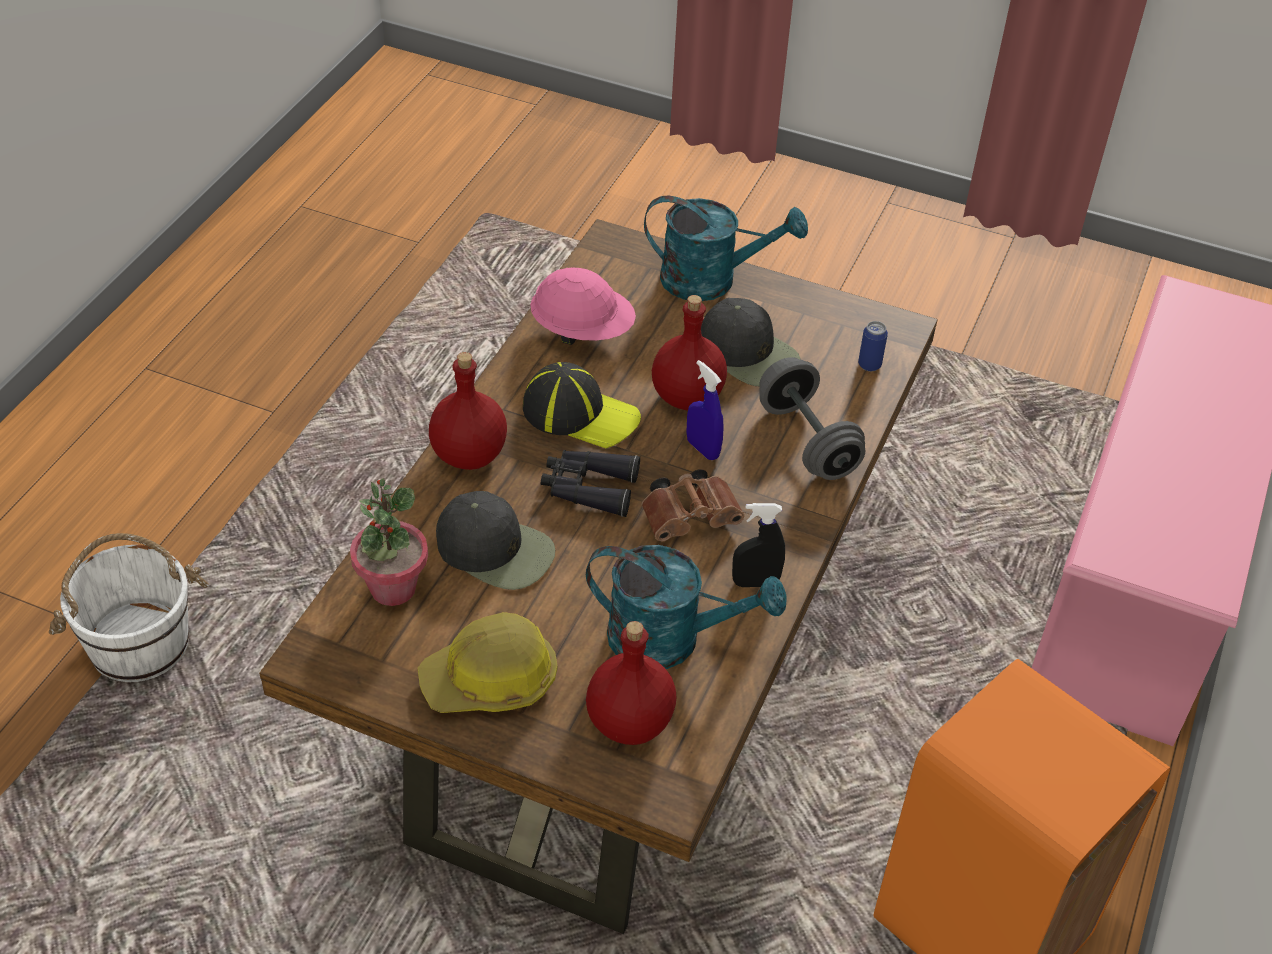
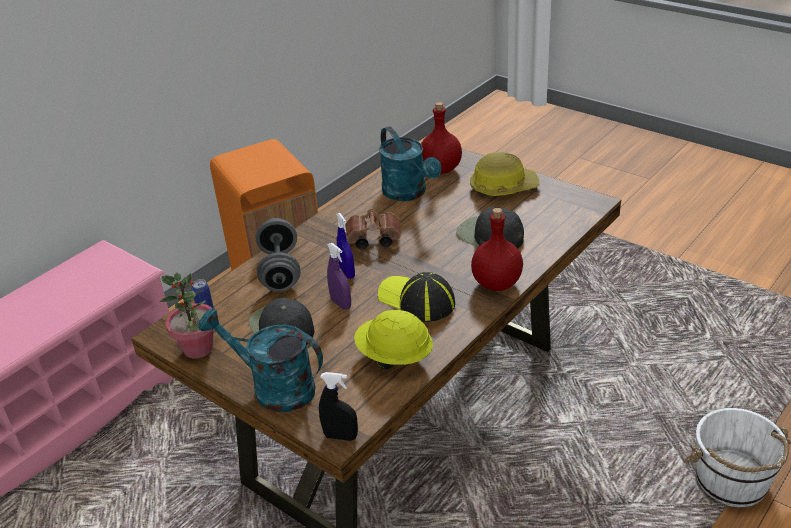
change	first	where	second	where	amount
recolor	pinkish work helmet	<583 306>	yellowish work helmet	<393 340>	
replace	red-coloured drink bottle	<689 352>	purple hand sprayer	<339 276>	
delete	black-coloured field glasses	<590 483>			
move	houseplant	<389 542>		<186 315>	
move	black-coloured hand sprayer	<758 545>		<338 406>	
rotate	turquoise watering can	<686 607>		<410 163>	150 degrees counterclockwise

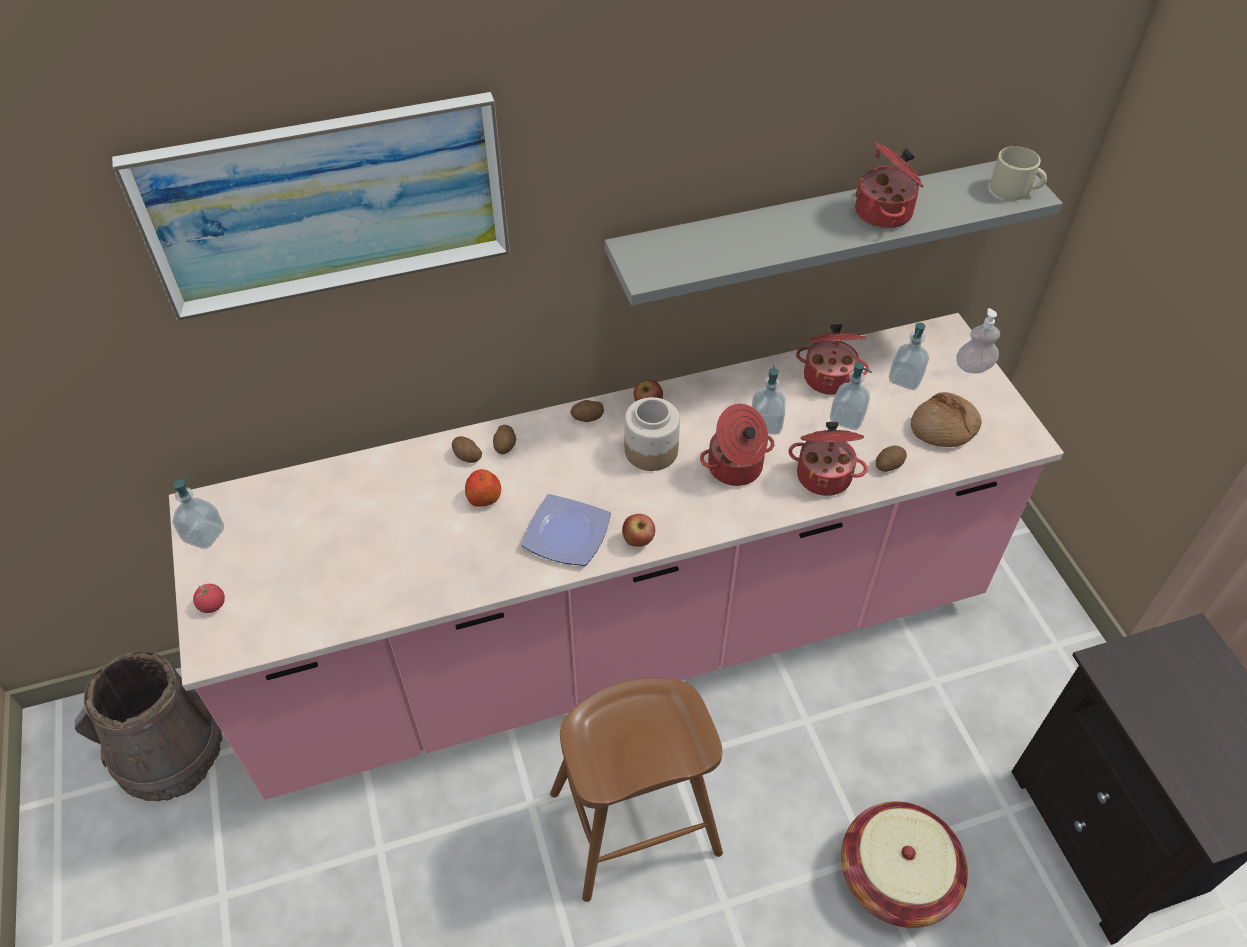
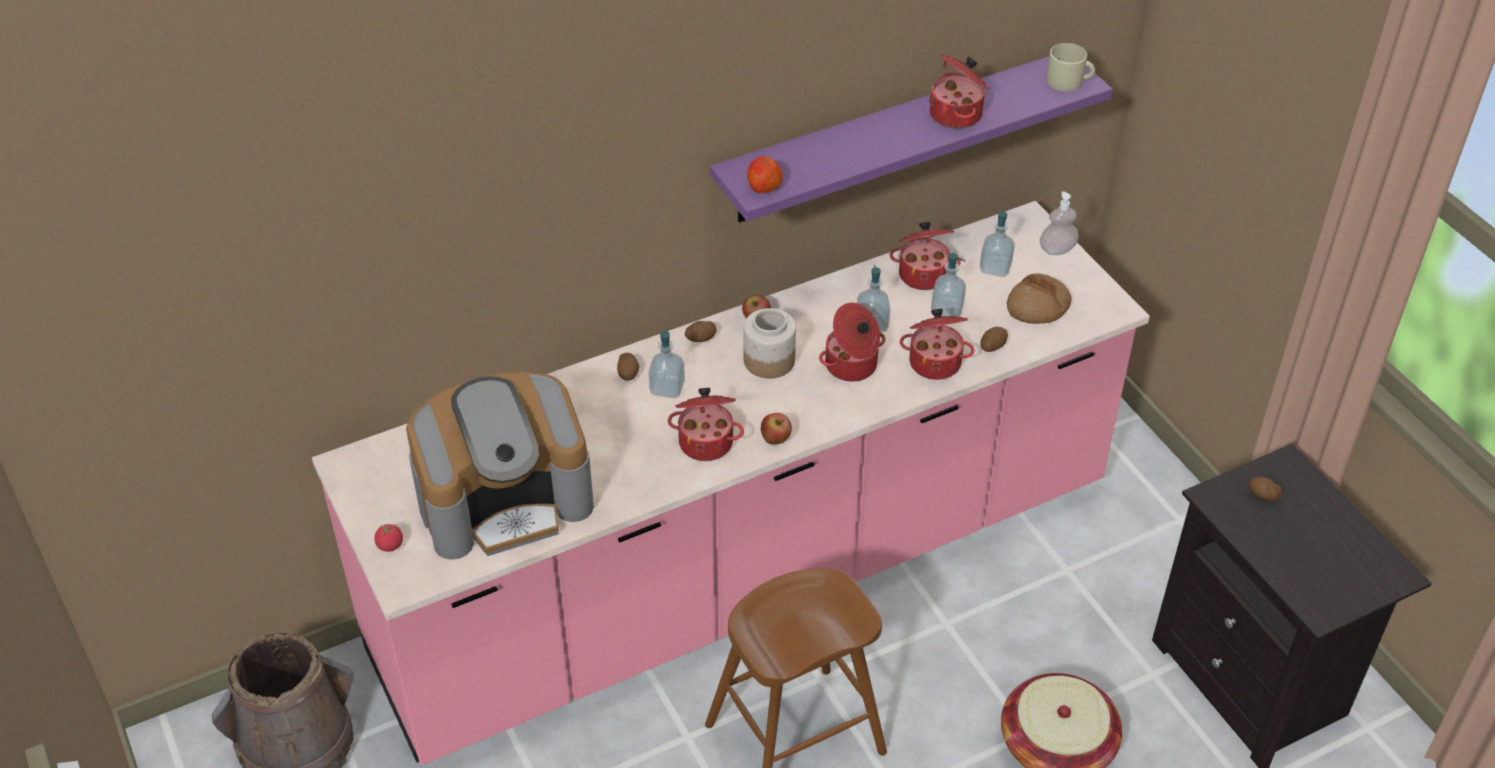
change	first	where	second	where	amount
delete	wall picture	<311 206>			
recolor	greyish bracket shelf	<834 233>	purple bracket shelf	<911 139>	
move	potato	<467 449>		<1265 489>	
move	apple	<483 488>		<765 174>	
move	soap dispenser	<198 512>		<667 363>	
replace	dinner plate	<566 530>	saucepot	<706 424>	
insert			coffee machine	<500 466>	

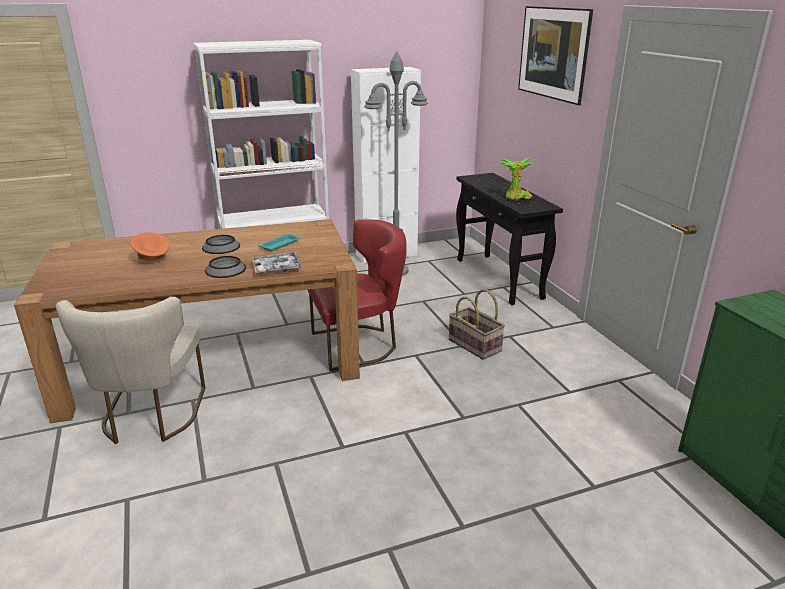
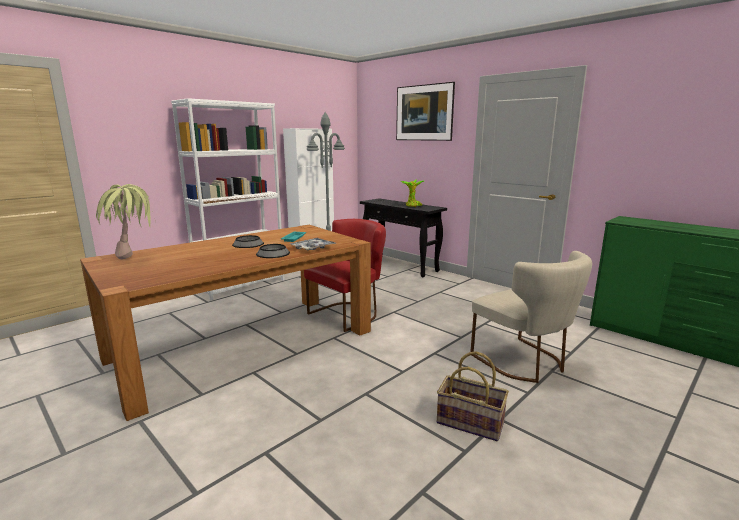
change	first	where	second	where	amount
delete	orange-coloured deep dish	<149 247>			
move	basket	<477 324>		<473 396>	
move	beige upright chair	<130 370>		<531 317>	
insert			houseplant	<124 221>	

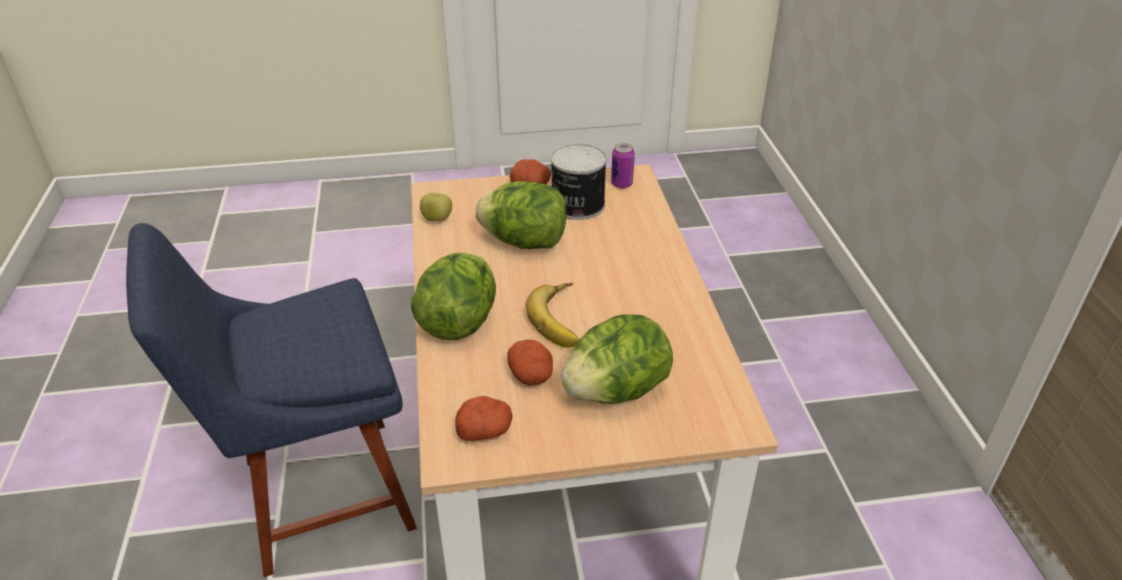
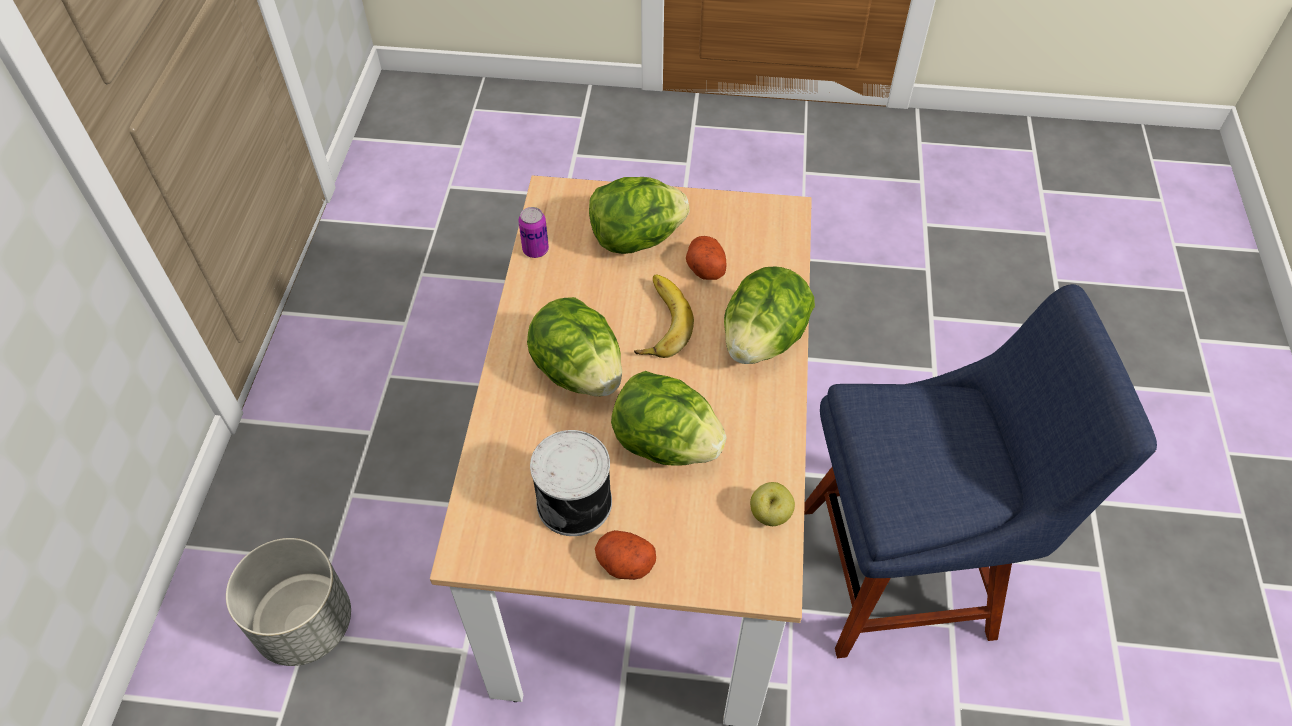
change	first	where	second	where	amount
move	metal can	<623 166>		<533 232>	
delete	potato	<484 418>			
insert			head of lettuce	<574 347>	
insert			greyish planter	<288 602>	

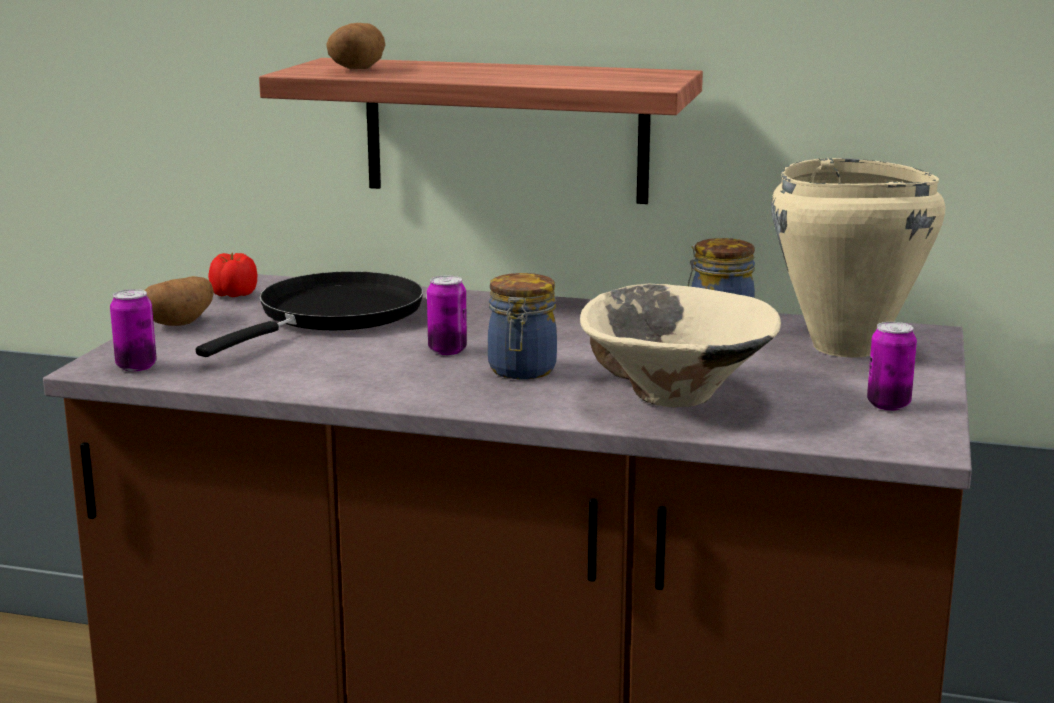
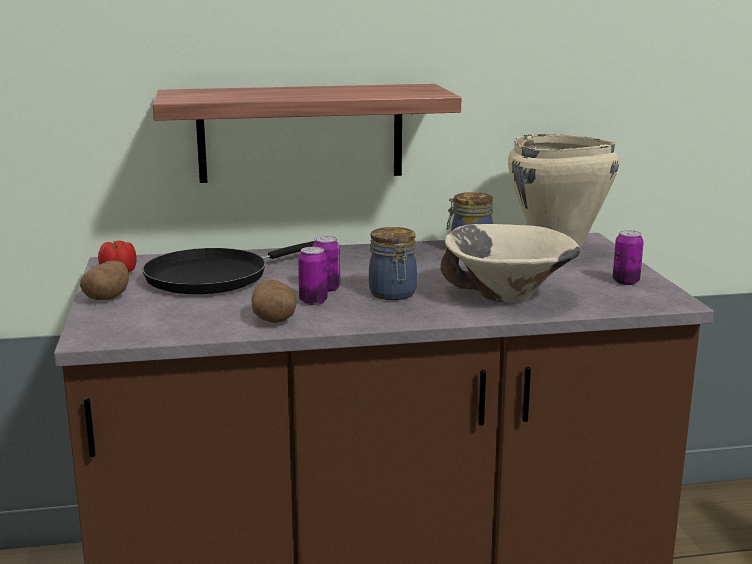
change	first	where	second	where	amount
move	potato	<355 46>		<273 301>	
rotate	black-coloured frying pan	<309 314>		<228 267>	135 degrees counterclockwise
move	metal can	<133 330>		<313 276>	

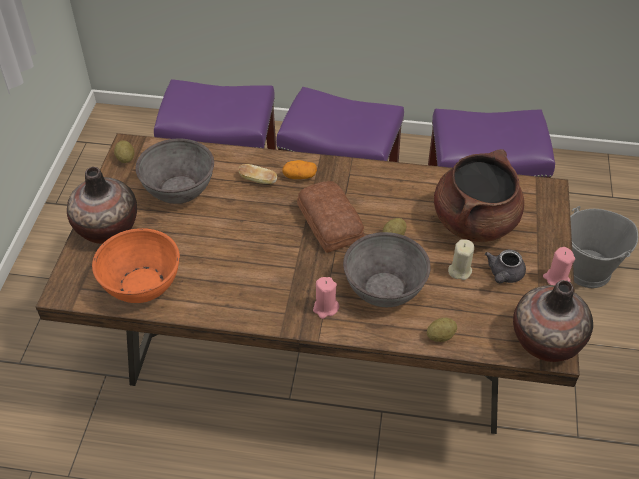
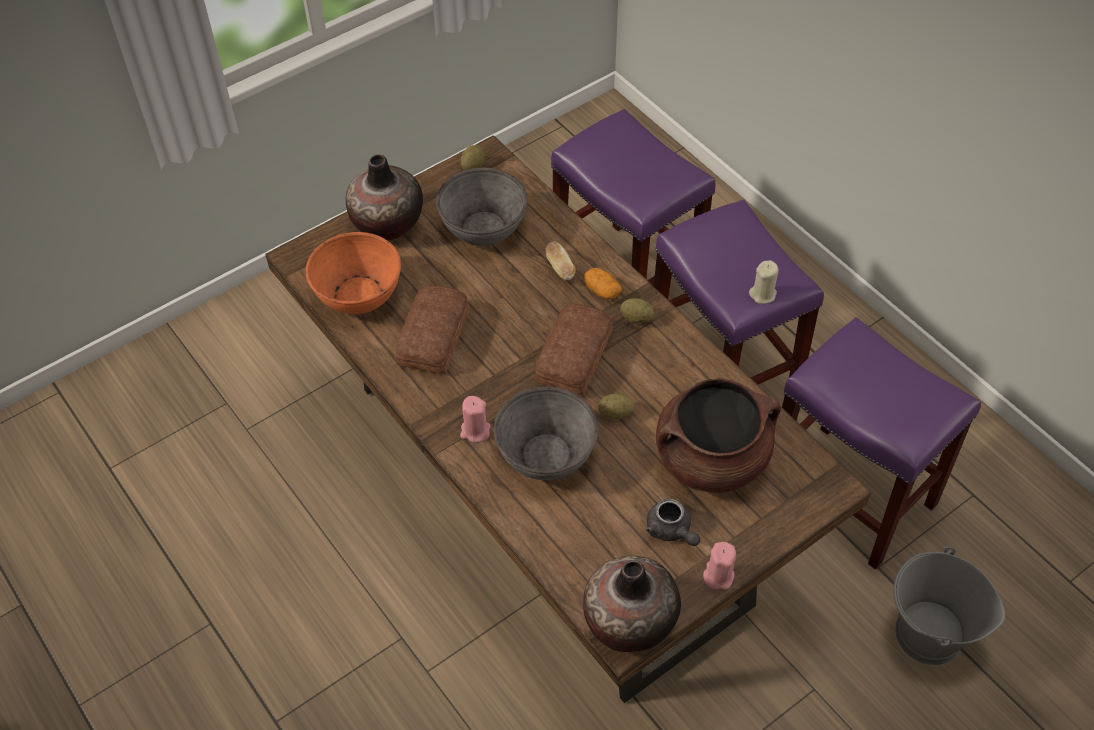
change	first	where	second	where	amount
move	beige wax light	<461 259>		<764 282>	
rotate	greyish pot for tea	<505 267>		<673 522>	105 degrees counterclockwise
move	potato	<442 330>		<637 310>	
insert			baked bread	<432 329>	

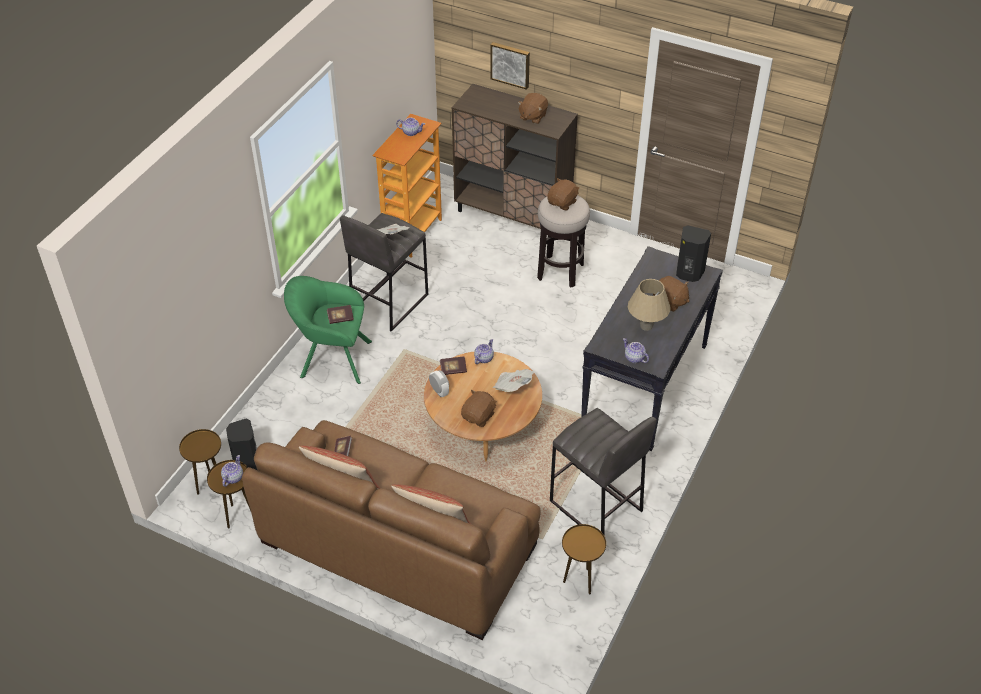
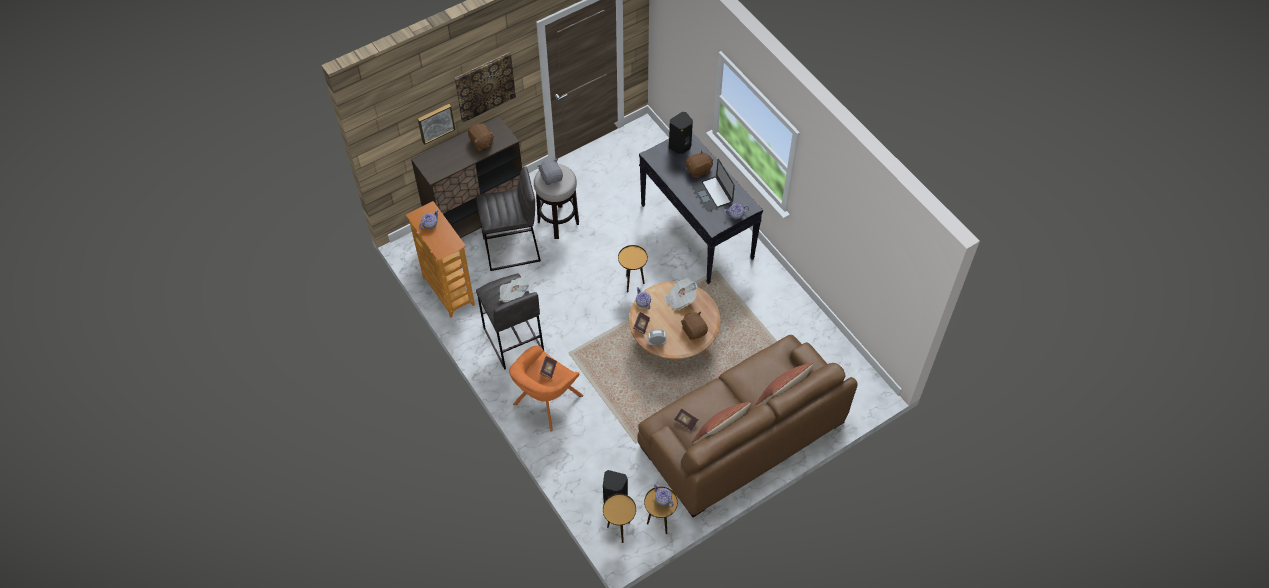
change	first	where	second	where	amount
recolor	brown plush toy	<563 194>	greyish plush toy	<550 171>	
recolor	green lounge chair	<328 330>	orange-coloured lounge chair	<546 388>	
replace	beige tabletop lamp	<649 305>	notebook computer	<713 185>	
move	greyish sitting stool	<603 471>		<509 219>	
move	brown accent table	<584 559>		<633 268>	
insert			wall picture	<485 87>	

